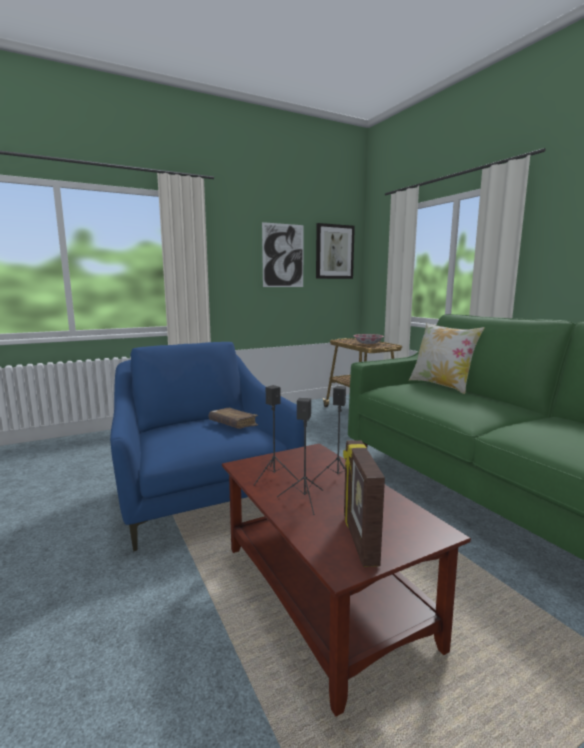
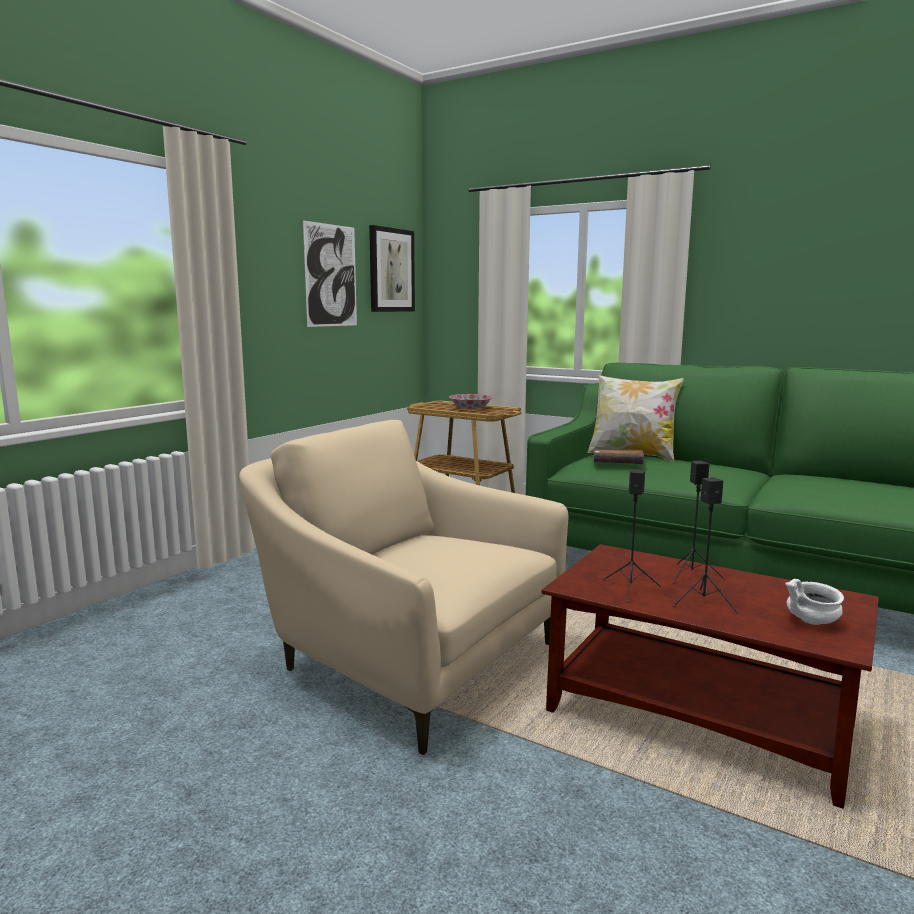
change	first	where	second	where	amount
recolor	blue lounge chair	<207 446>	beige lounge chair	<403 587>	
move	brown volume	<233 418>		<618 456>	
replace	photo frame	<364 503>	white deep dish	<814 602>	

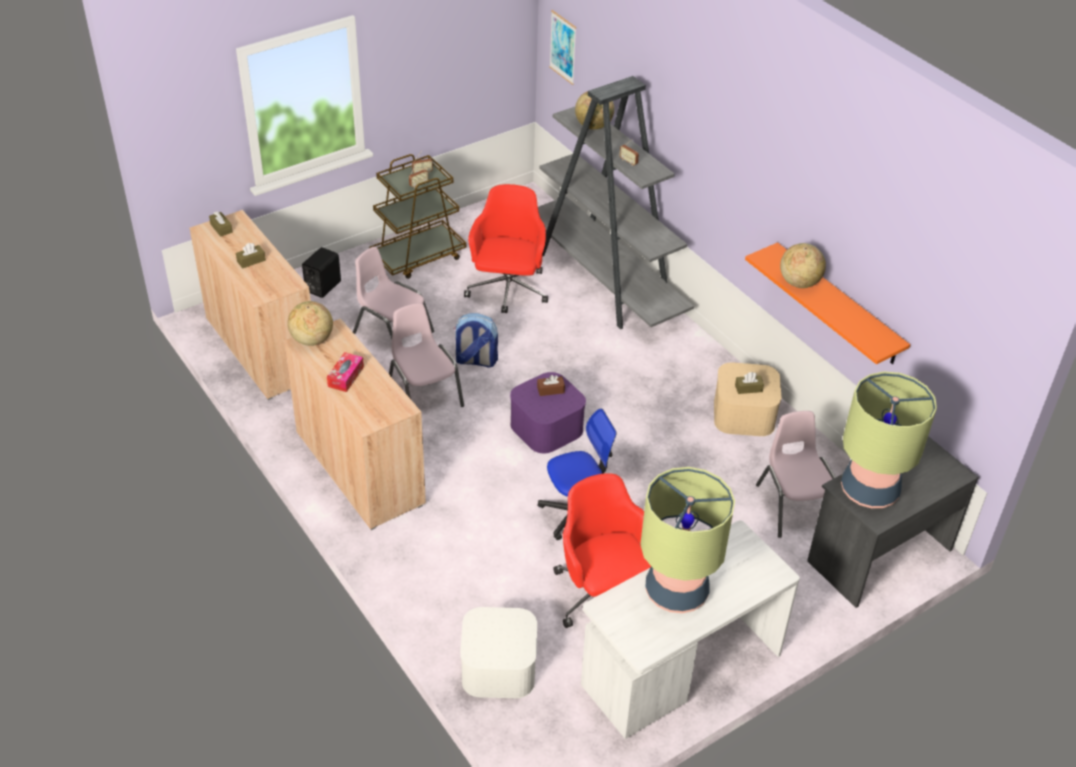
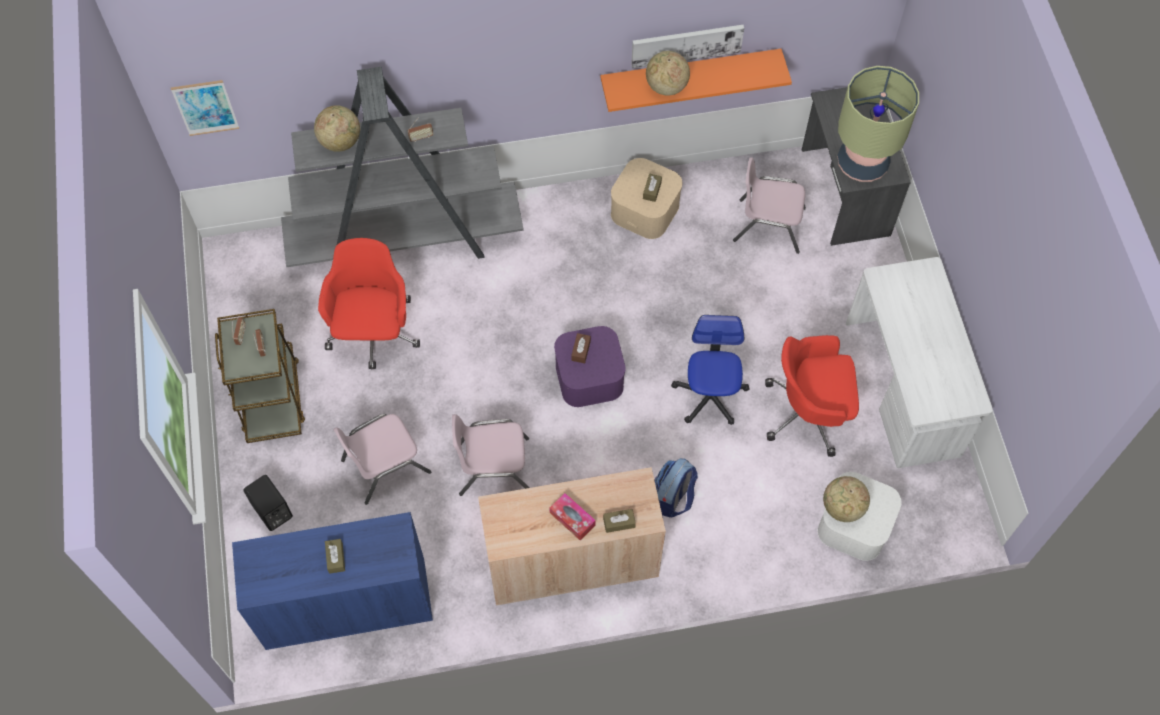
change	first	where	second	where	amount
rotate	red-coloured office chair	<506 248>		<369 303>	60 degrees clockwise
recolor	beige storage cabinet	<250 305>	blue storage cabinet	<332 581>	
move	brown box of tissues	<221 224>		<619 521>	
move	world globe	<310 323>		<846 499>	
move	backpack	<476 340>		<676 487>	
delete	tabletop lamp	<687 540>			
insert			wall picture	<687 47>	

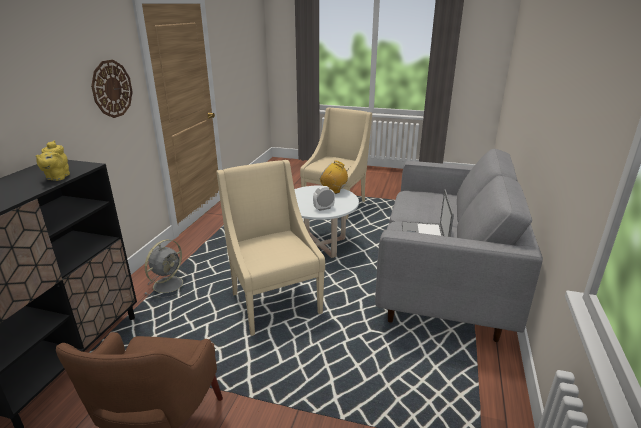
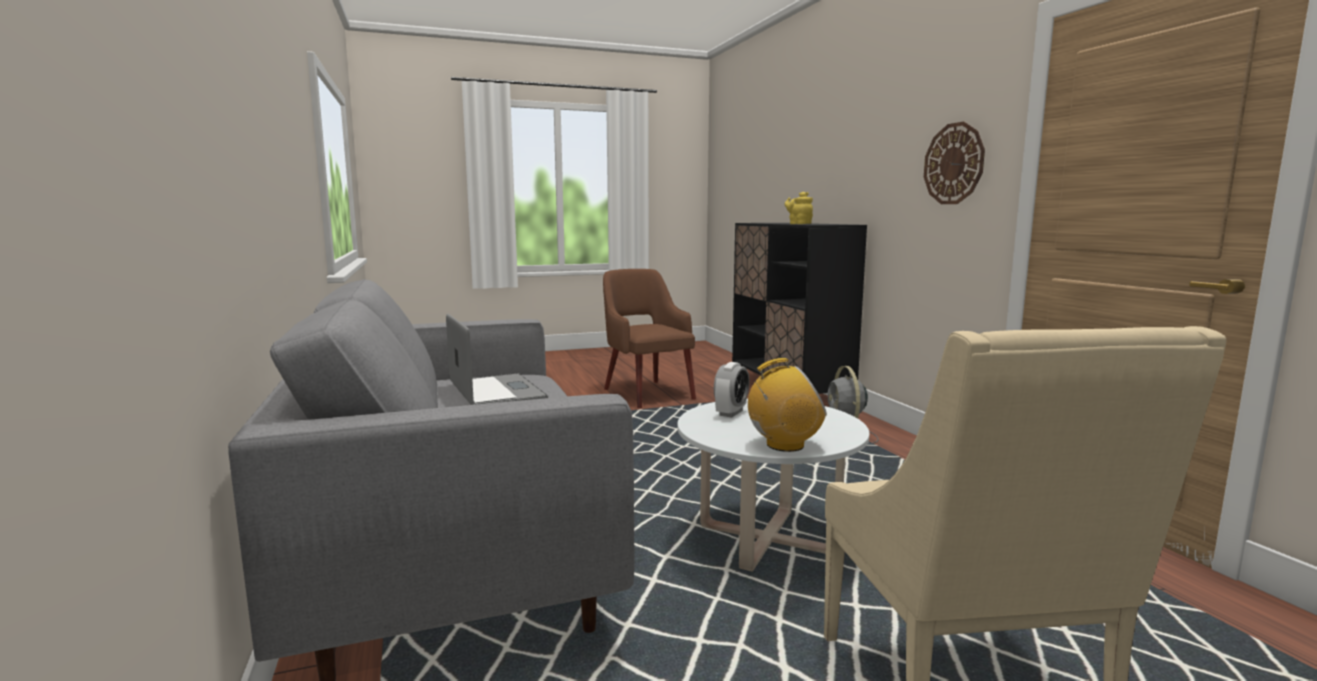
change	first	where	second	where	amount
delete	beige lounge chair	<271 248>			

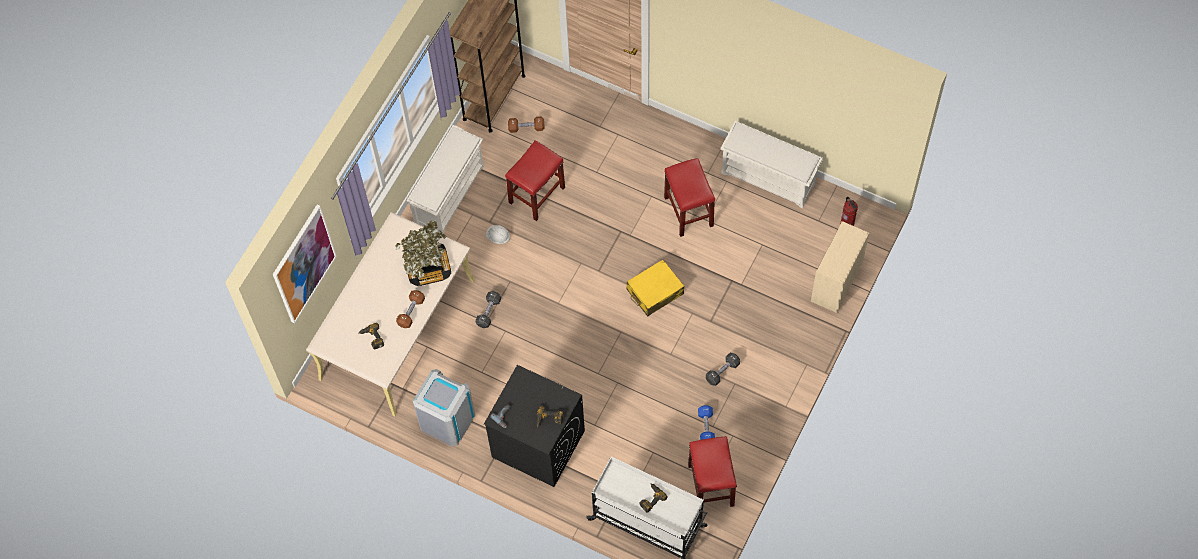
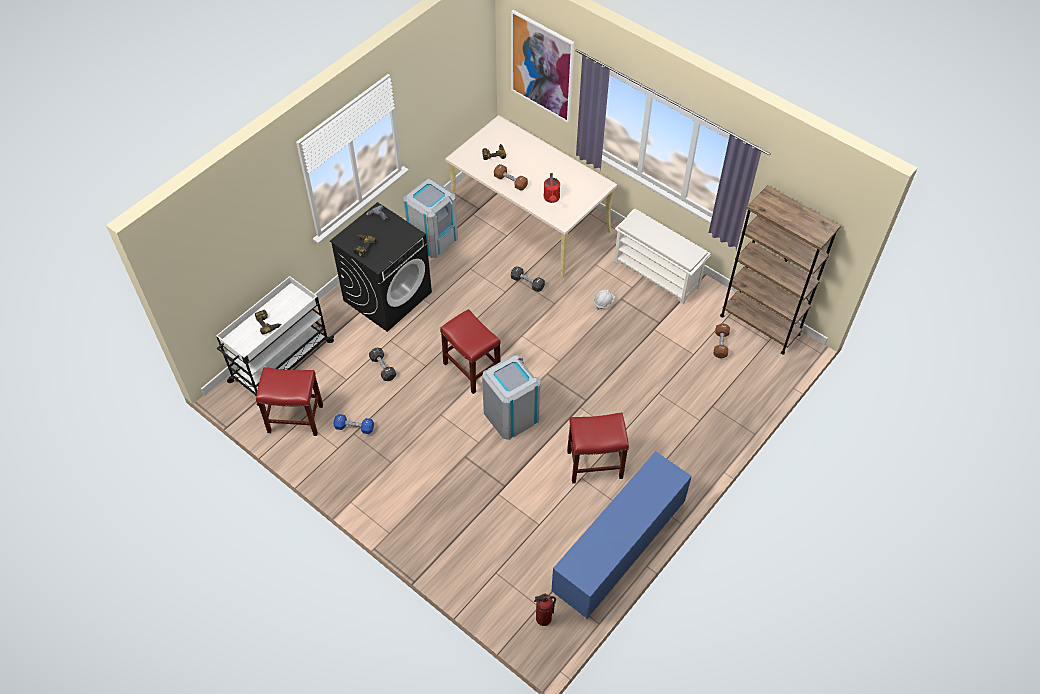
change	first	where	second	where	amount
replace	white shoe rack	<771 164>	blue storage cabinet	<621 535>	
move	red-coloured sitting stool	<535 180>		<470 351>	
replace	houseplant	<423 253>	red-coloured watering can	<552 188>	
delete	beige chest of drawers	<840 267>			
replace	yellowish piece of luggage	<655 287>	greyish waste bin	<511 397>	
move	black-coloured free weight	<723 369>		<382 364>	

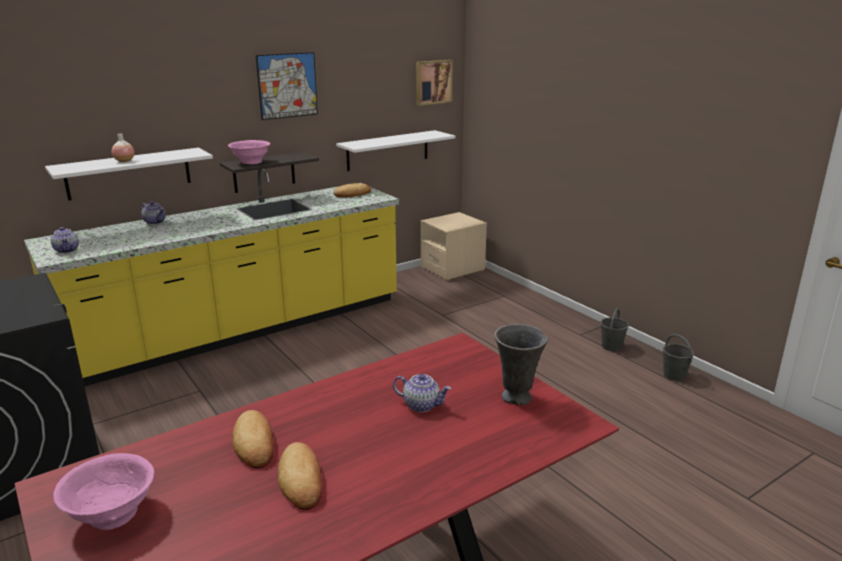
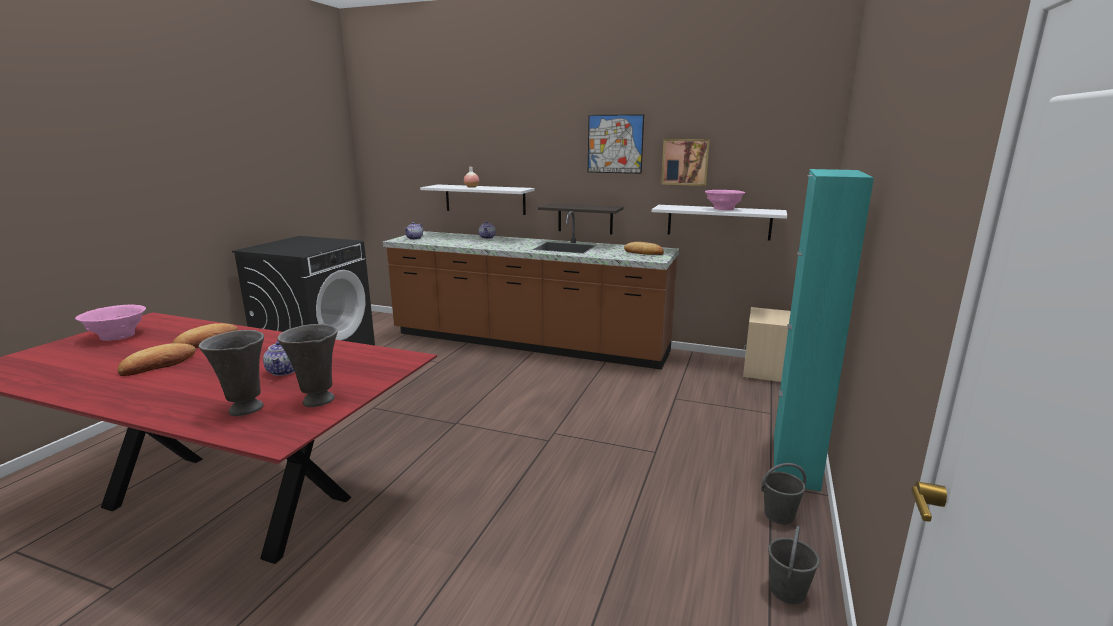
change	first	where	second	where	amount
move	wall picture	<434 83>		<685 162>	
move	pinkish deep dish	<249 152>		<725 200>	
recolor	yellowish kitchen base unit	<211 278>	brown kitchen base unit	<531 290>	
insert			turquoise storage cabinet	<824 330>	
insert			greyish decorative vase	<231 373>	

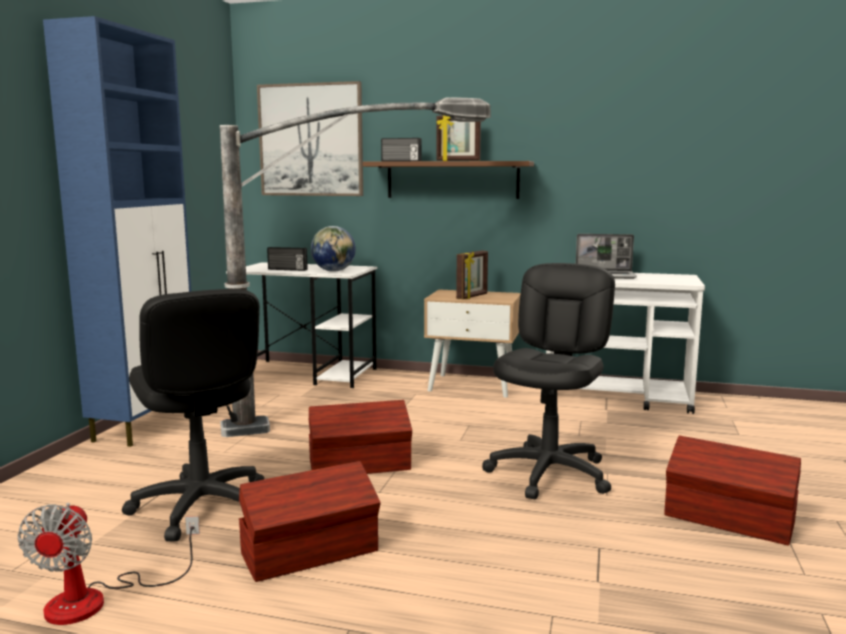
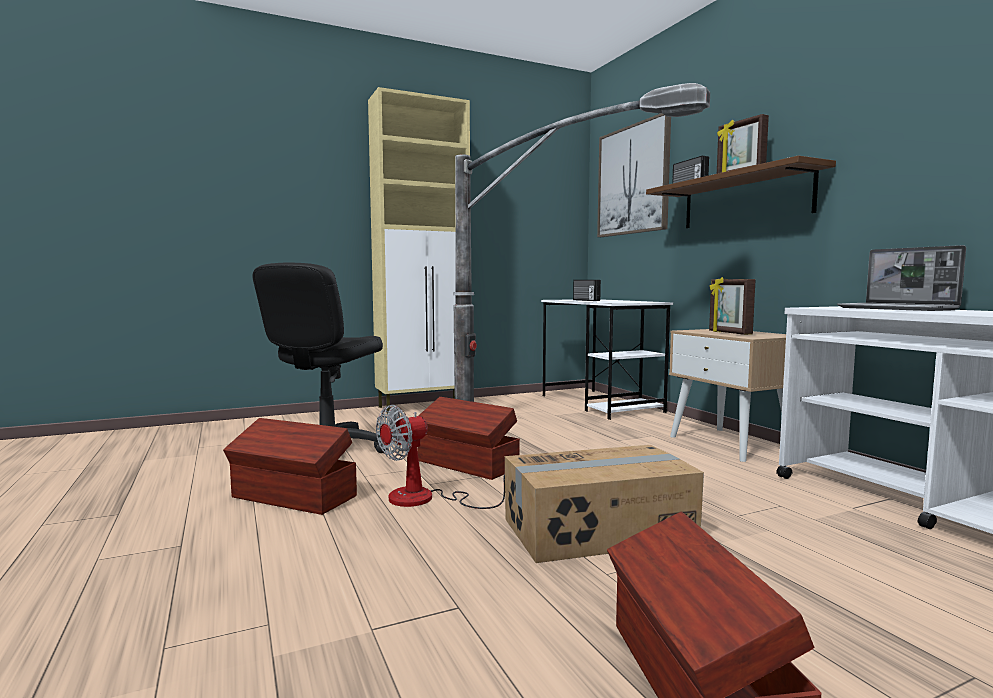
change	first	where	second	where	amount
recolor	blue storage cabinet	<117 231>	beige storage cabinet	<419 250>	
delete	world globe	<333 249>			
rotate	photo frame	<472 275>		<732 306>	75 degrees clockwise
replace	black-coloured office chair	<548 381>	cardboard box	<604 504>	
move	fan	<109 564>		<440 457>	

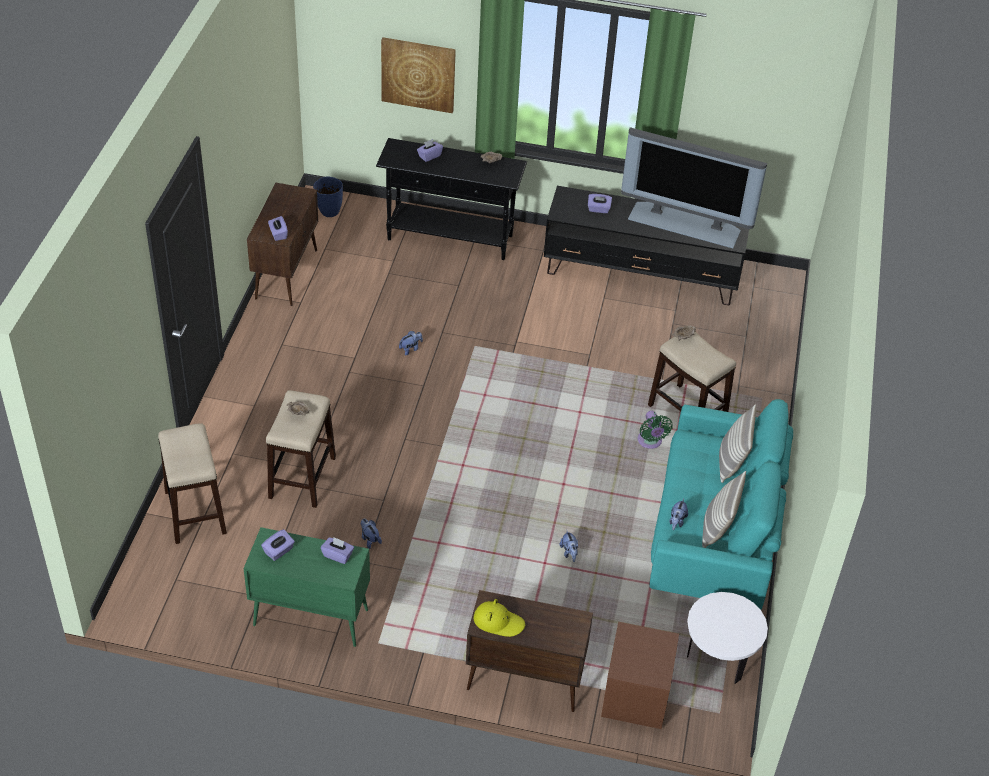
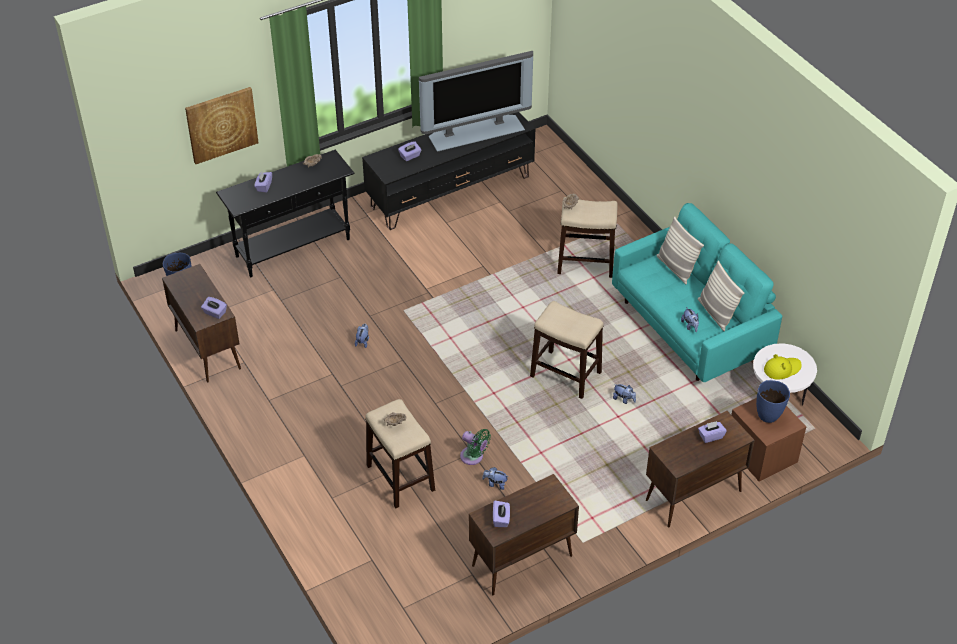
change	first	where	second	where	amount
move	green fan	<655 430>		<475 447>	
move	sitting stool	<192 483>		<567 350>	
recolor	green storage cabinet	<307 587>	brown storage cabinet	<524 534>	
move	purple box of tissues	<337 550>		<712 432>	
move	yellowish wearable hat	<499 618>		<783 367>	
insert			blue decorative vase	<773 401>	

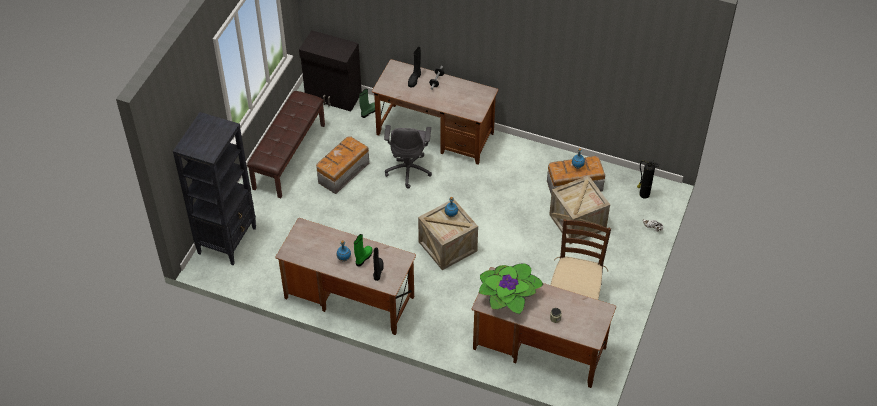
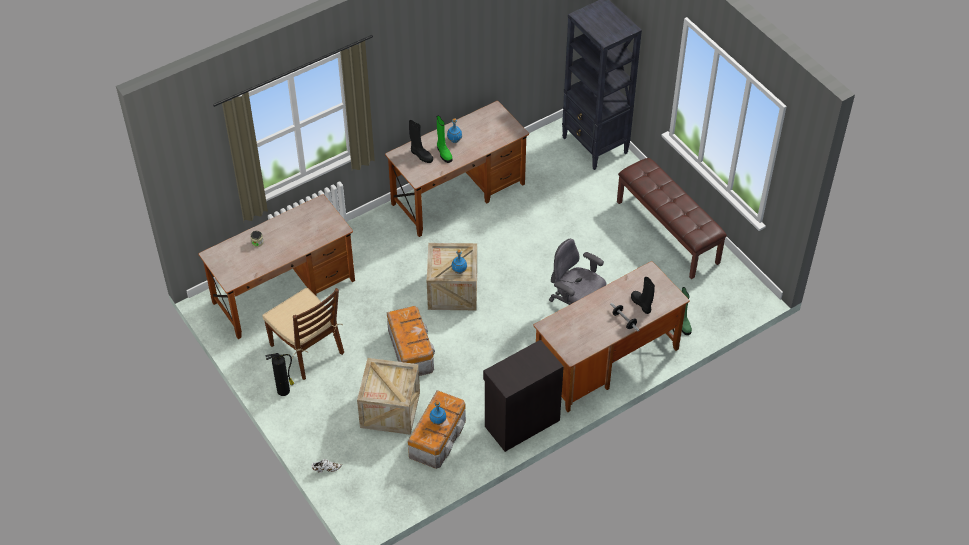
change	first	where	second	where	amount
move	black-coloured storage cabinet	<330 70>		<523 396>	
move	storage box	<342 165>		<411 341>	
move	fire extinguisher	<648 179>		<280 374>	
delete	houseplant	<511 288>			

